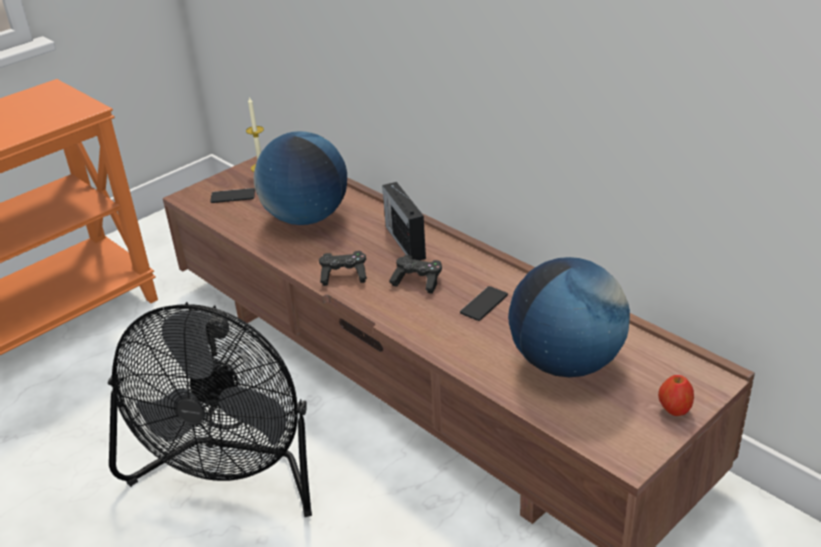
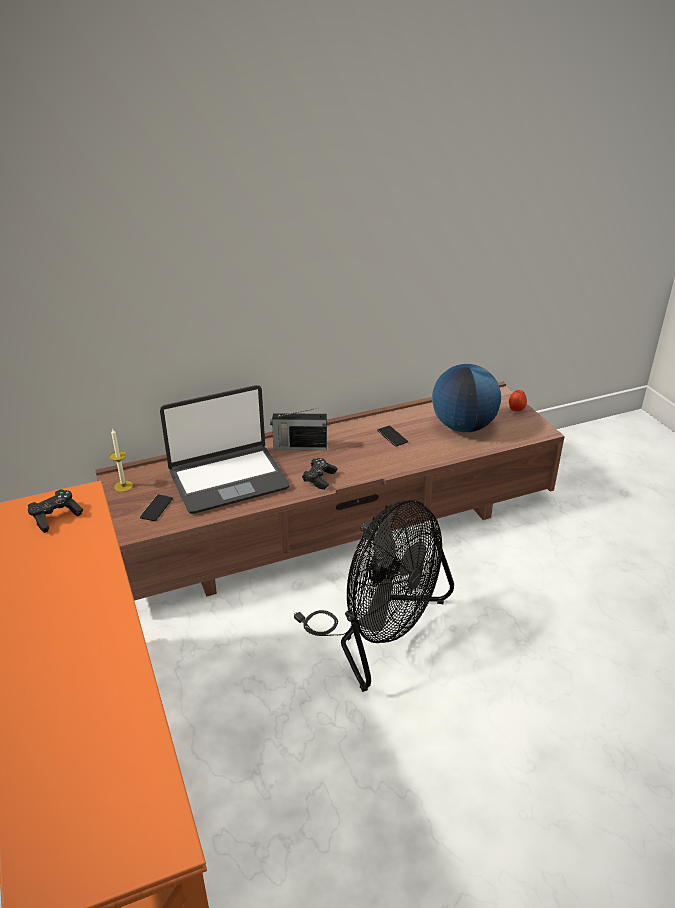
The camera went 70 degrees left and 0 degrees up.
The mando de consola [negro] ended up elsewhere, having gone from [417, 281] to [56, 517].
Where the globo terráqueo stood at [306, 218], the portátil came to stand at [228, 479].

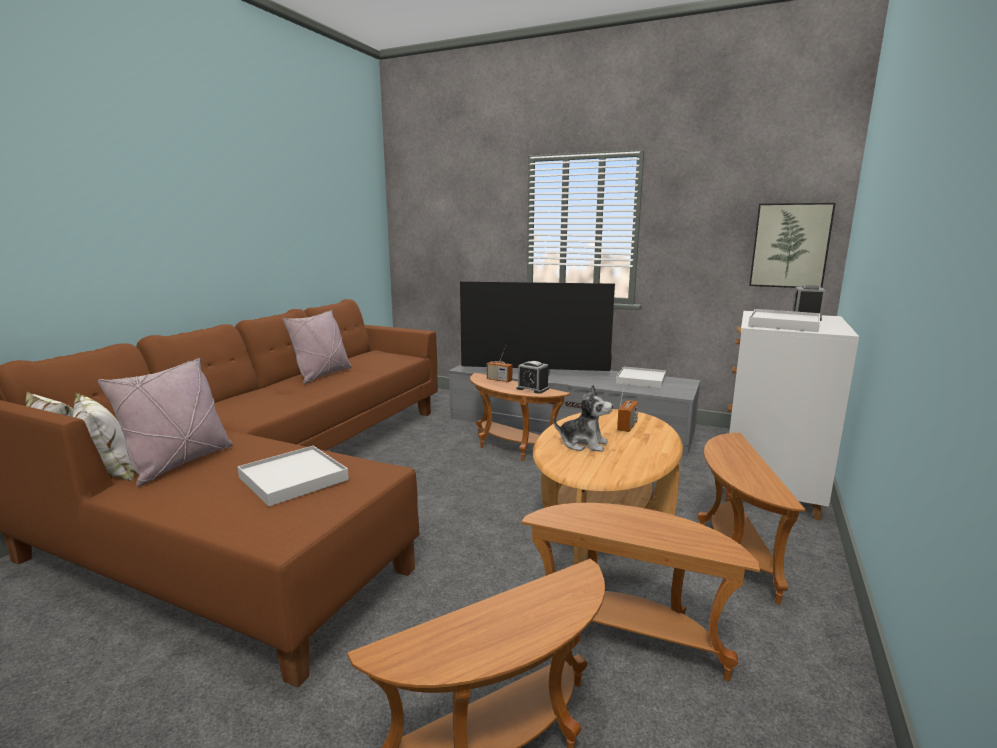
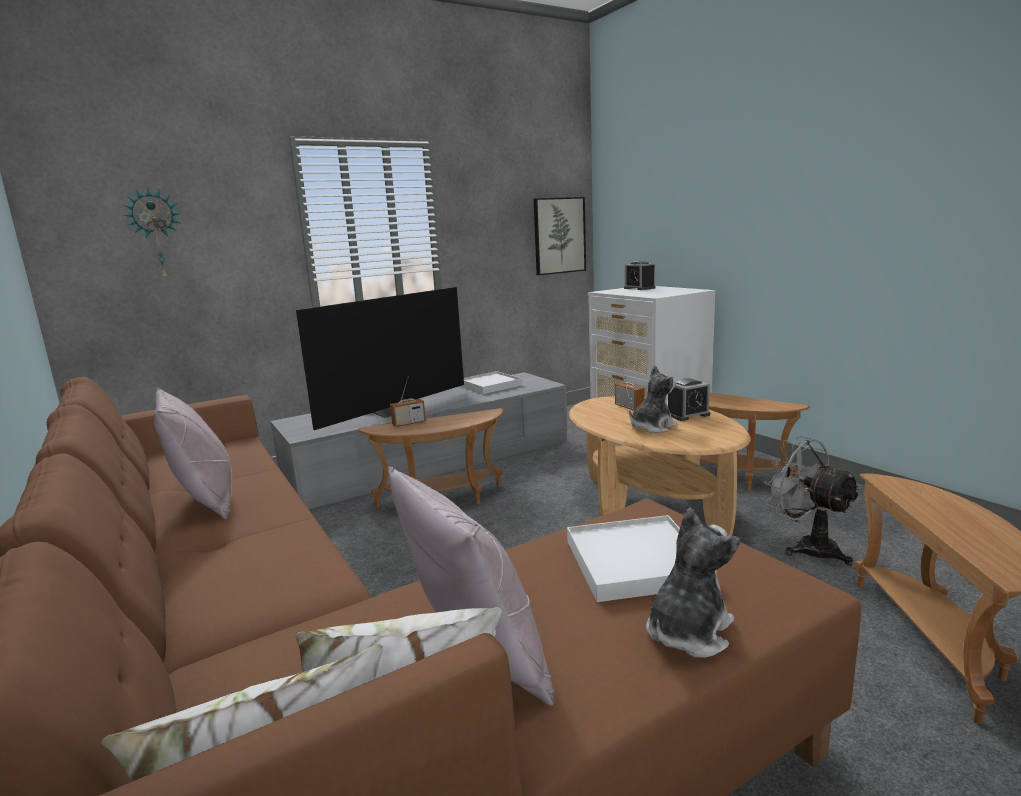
The camera went 55 degrees left and 0 degrees up.
The second view lost the bandeja [blanco] at [784, 324].
The second view gained the reloj de pared at [156, 235].
The second view gained the peluche at [687, 632].
The despertador ended up elsewhere, having gone from [532, 389] to [687, 415].
Where the mesa auxiliar [marrón] stood at [627, 635], the ventilador [gris] came to stand at [807, 547].

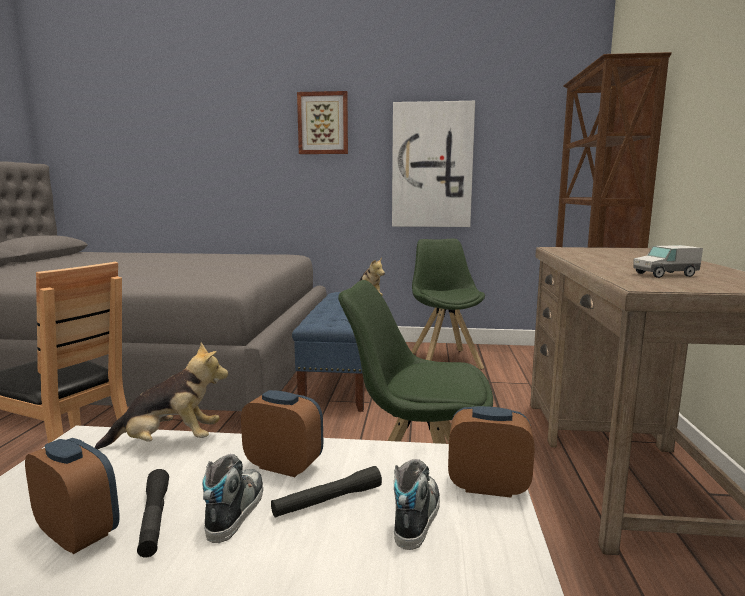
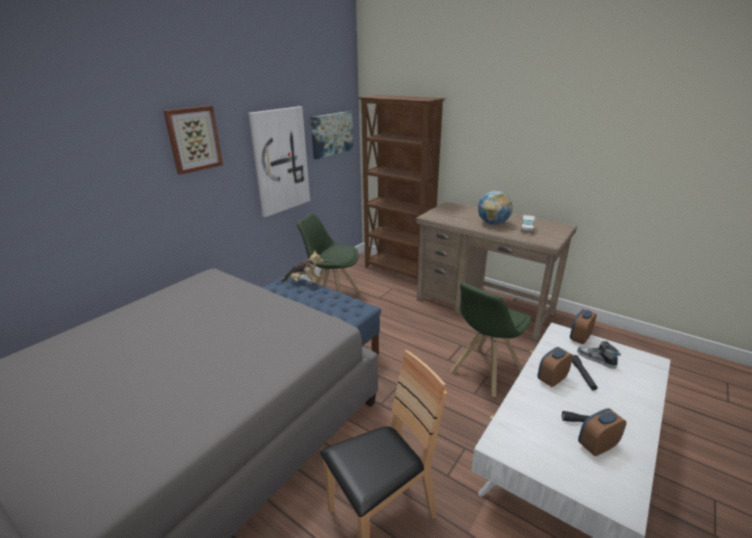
The camera went 60 degrees left and 15 degrees up.
The second view lost the peluche at [168, 443].
The second view lost the zapato at [235, 509].
The second view gained the cuadro at [332, 134].
The second view gained the globo terráqueo at [493, 223].

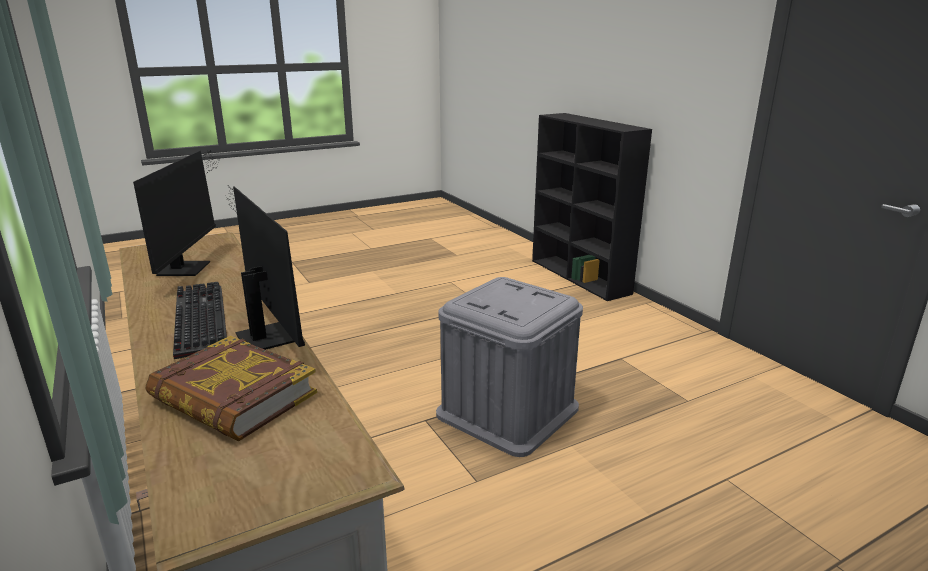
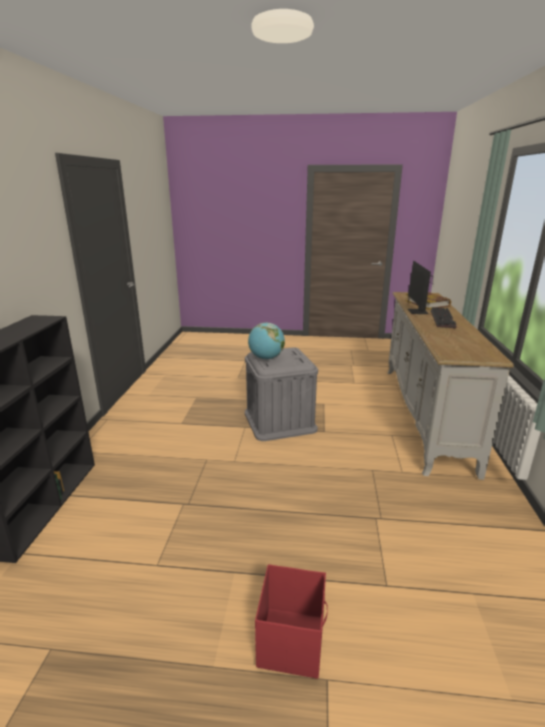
The camera went 145 degrees left and 0 degrees up.
The second view lost the monitor at [189, 266].
The second view gained the globo terráqueo at [266, 358].
The second view gained the caja de almacenaje [rojo] at [292, 641].

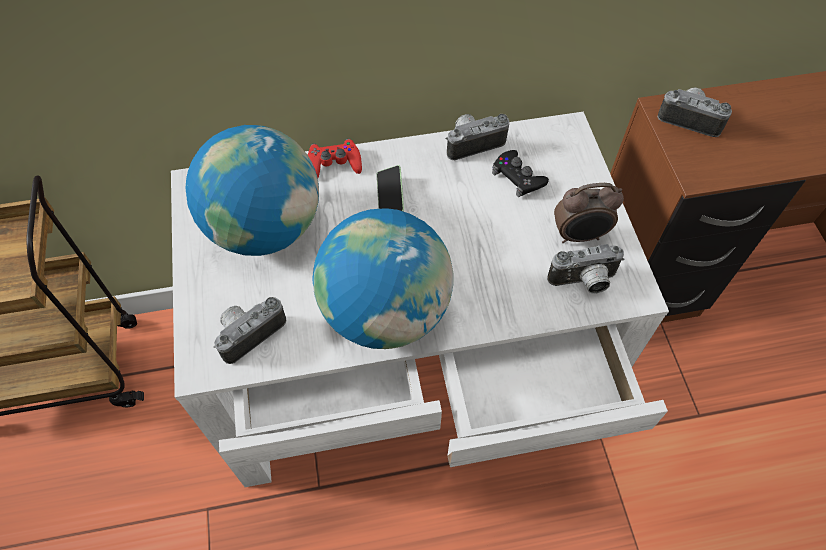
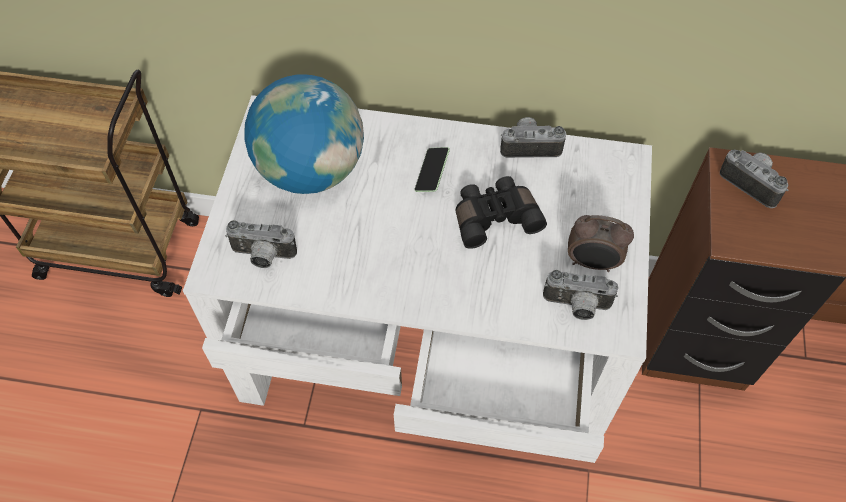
The camera went 20 degrees right and 0 degrees up.
The second view lost the mando de consola [rojo] at [334, 163].
The second view lost the globo terráqueo at [386, 311].
The second view lost the mando de consola [negro] at [518, 177].
The second view gained the prismáticos [negro] at [495, 217].
The cámara at [249, 332] ended up facing another way, 150 degrees counterclockwise from before.

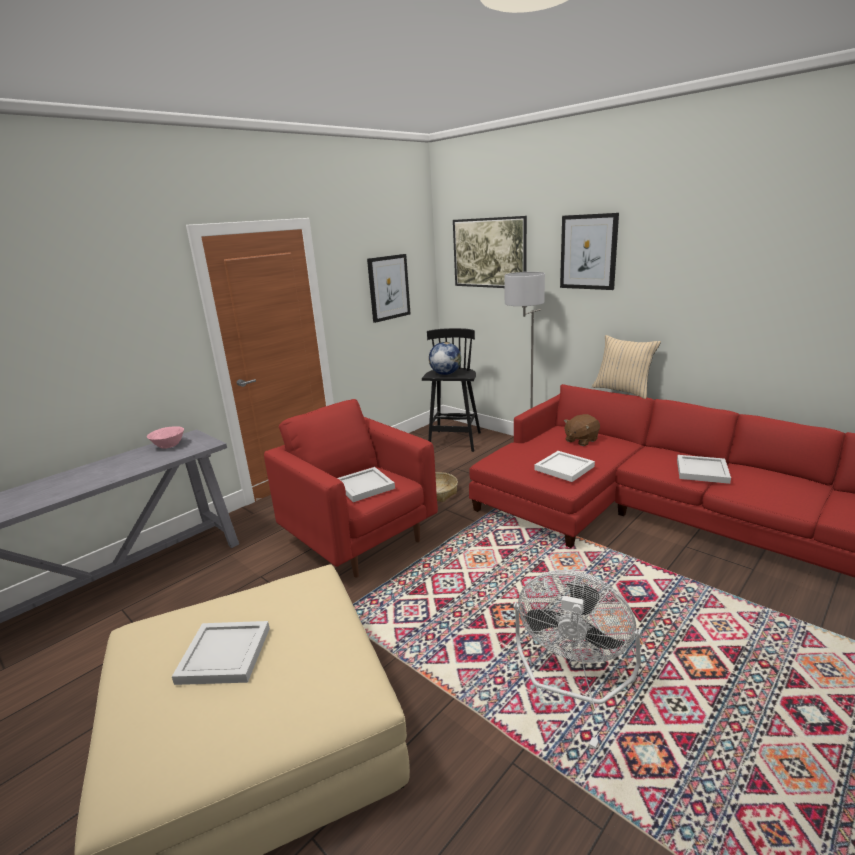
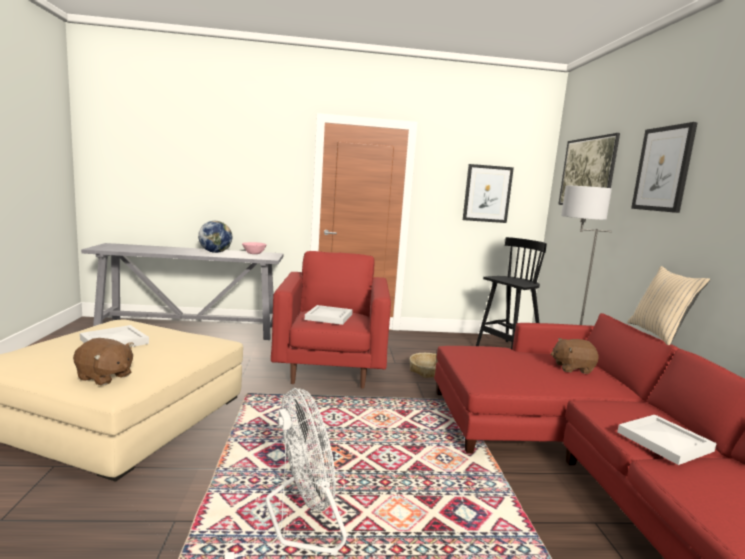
The camera went 40 degrees right and 10 degrees down.
The second view lost the bandeja [blanco] at [563, 468].
The second view gained the peluche [marrón] at [104, 377].
The globo terráqueo ended up elsewhere, having gone from [445, 374] to [215, 252].

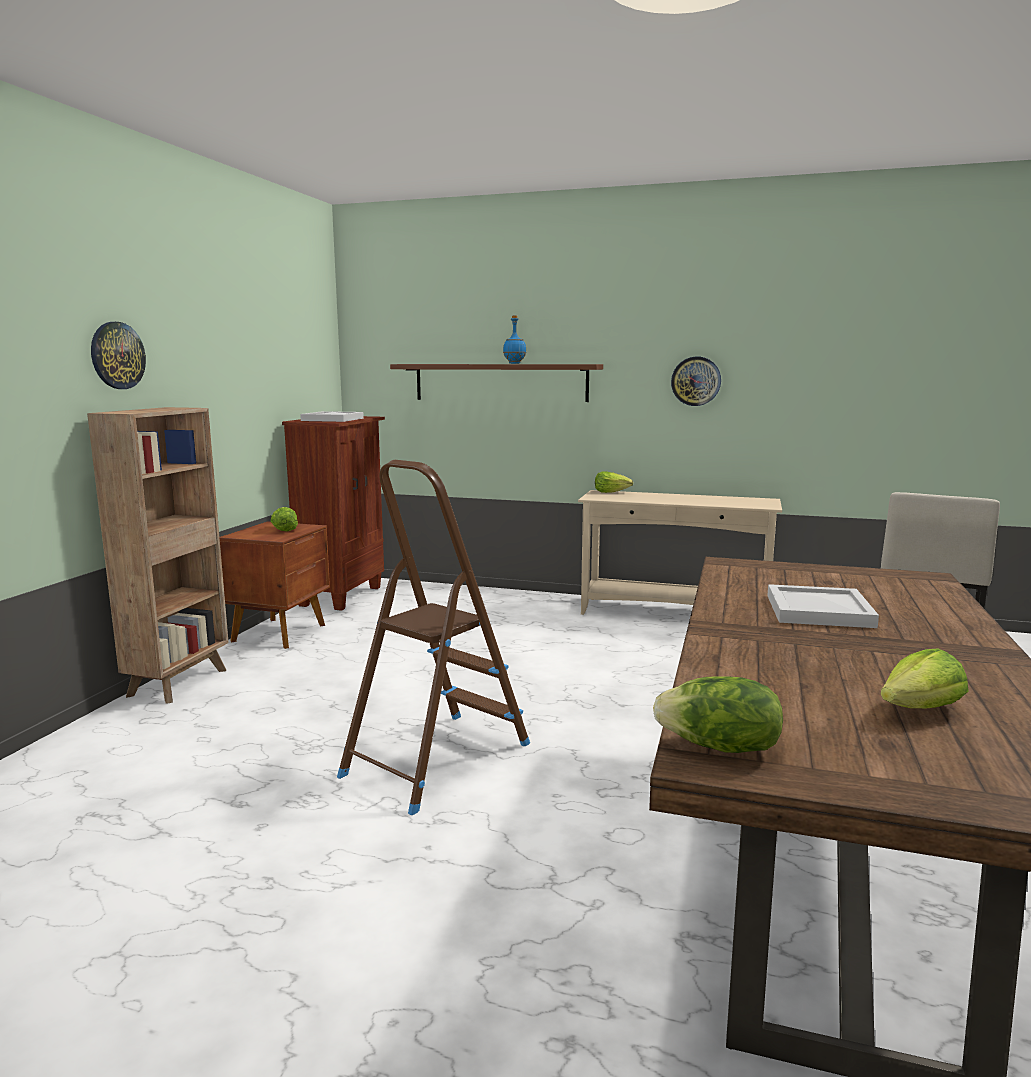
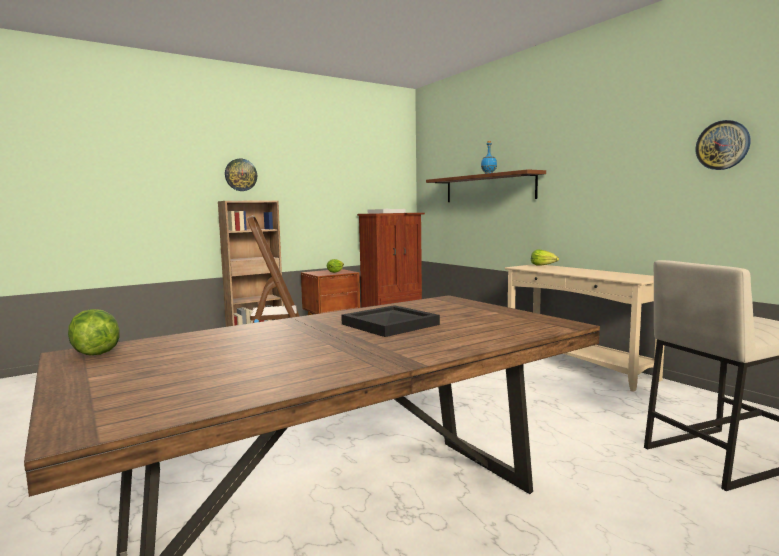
The camera went 40 degrees right and 5 degrees down.
The second view lost the lechuga at [920, 709].
The reloj de pared ended up elsewhere, having gone from [696, 381] to [722, 145].
What was the bandeja [blanco] at [820, 611] turned into the bandeja [negro] at [390, 325].

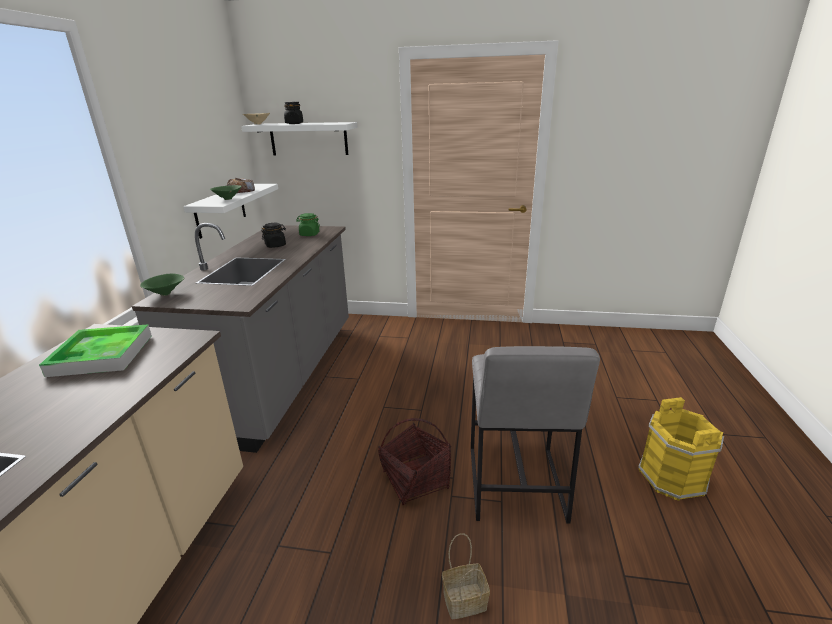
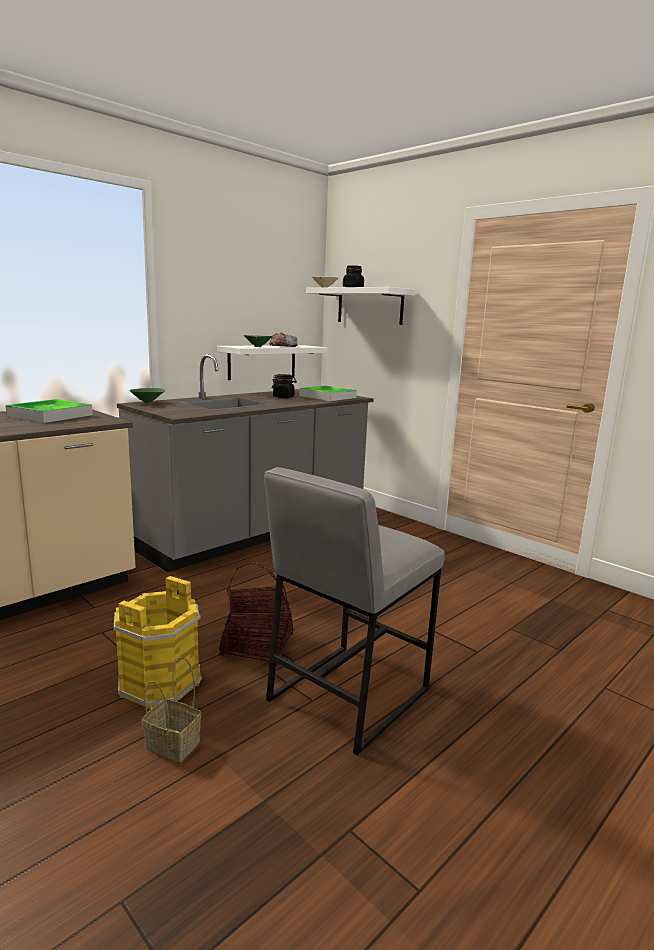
The camera went 35 degrees right and 10 degrees down.
The cubo [amarillo] ended up elsewhere, having gone from [672, 477] to [160, 683].
Where the tarro [verde] stood at [309, 234], the bandeja came to stand at [327, 397].

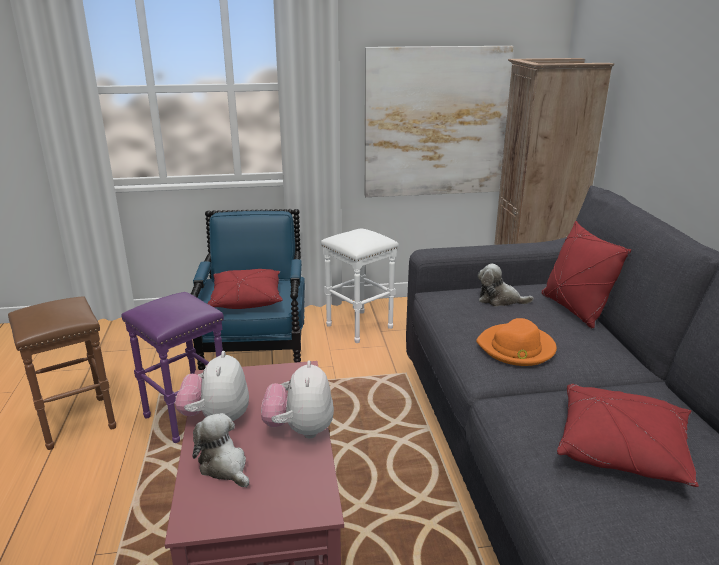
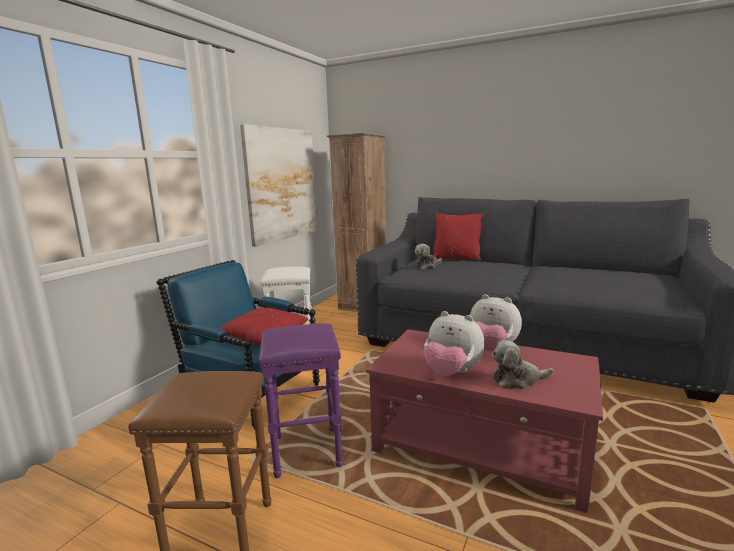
The camera went 55 degrees left and 10 degrees down.
The second view lost the sombrero [naranja] at [516, 348].
The second view lost the cojín [rojo] at [621, 449].

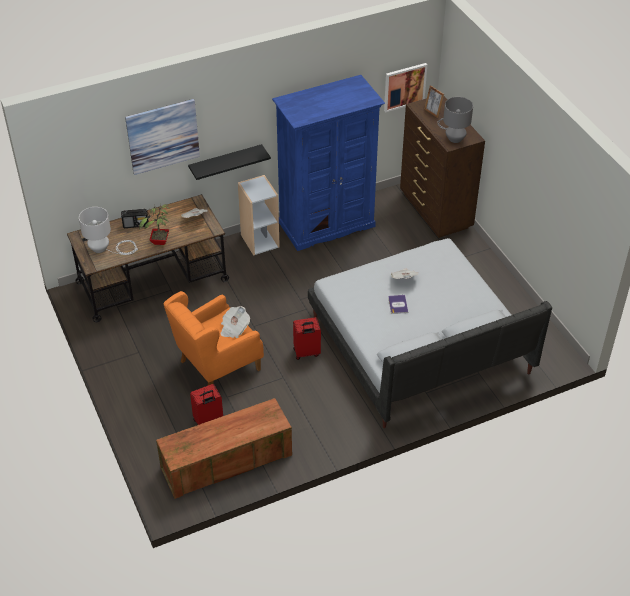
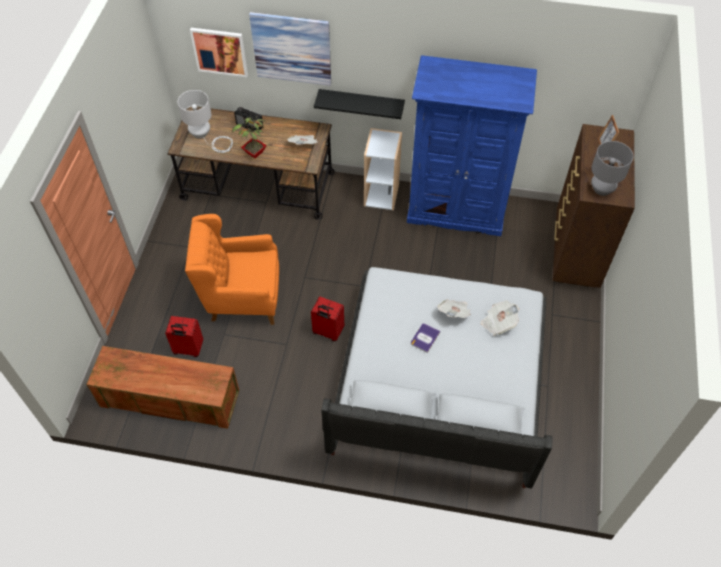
The camera went 35 degrees right and 10 degrees up.
The periódico ended up elsewhere, having gone from [234, 328] to [498, 323].
The cuadro ended up elsewhere, having gone from [404, 86] to [220, 51].

